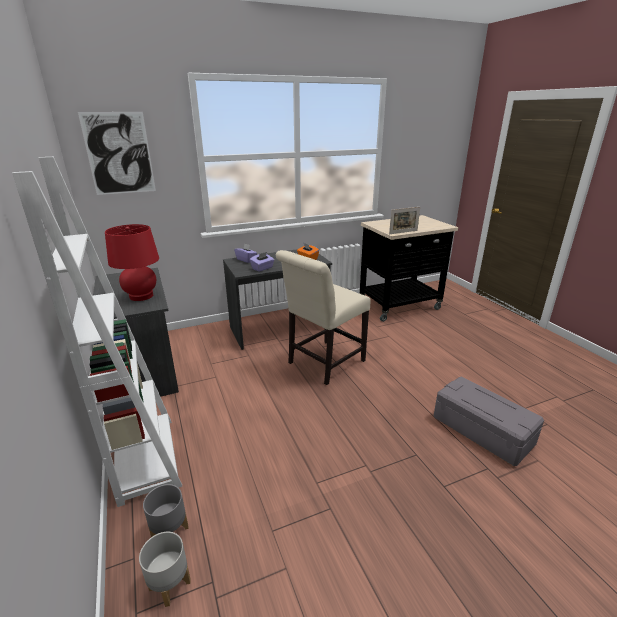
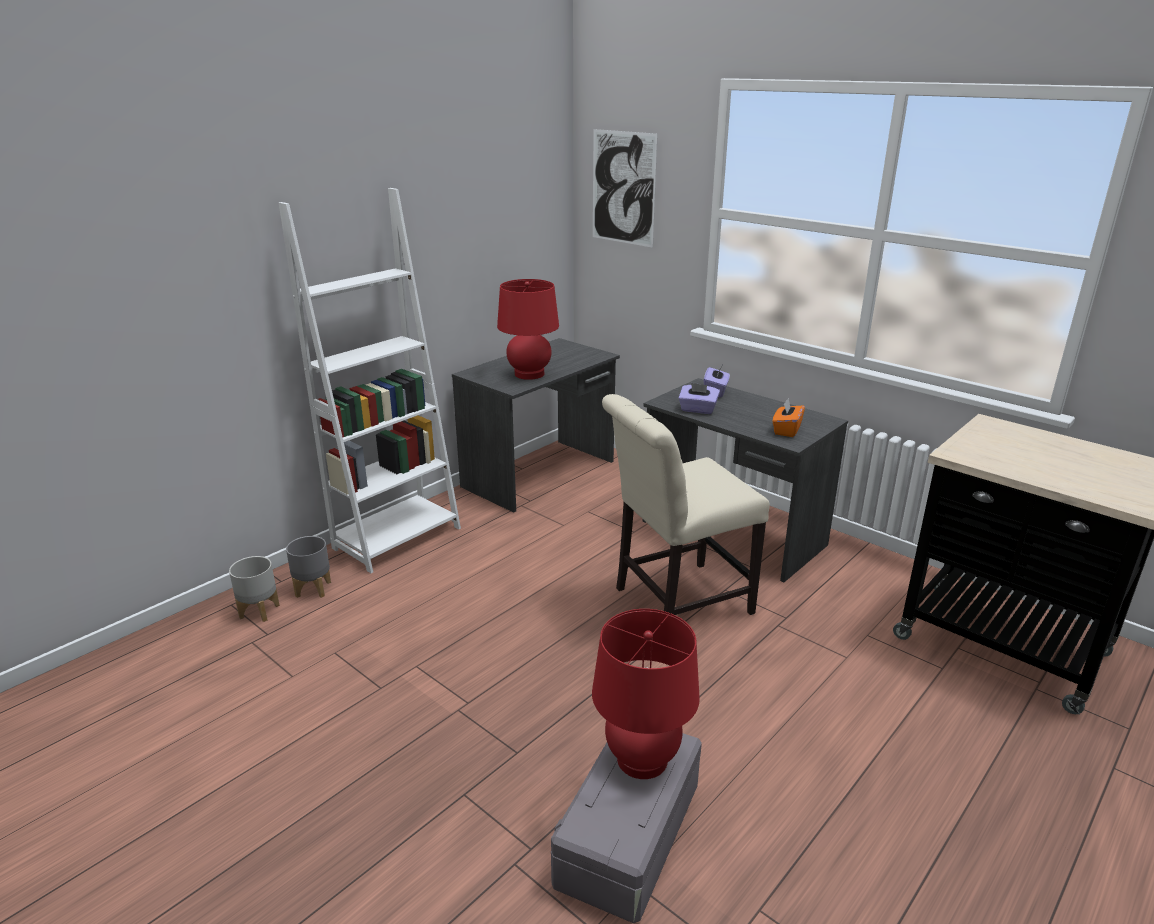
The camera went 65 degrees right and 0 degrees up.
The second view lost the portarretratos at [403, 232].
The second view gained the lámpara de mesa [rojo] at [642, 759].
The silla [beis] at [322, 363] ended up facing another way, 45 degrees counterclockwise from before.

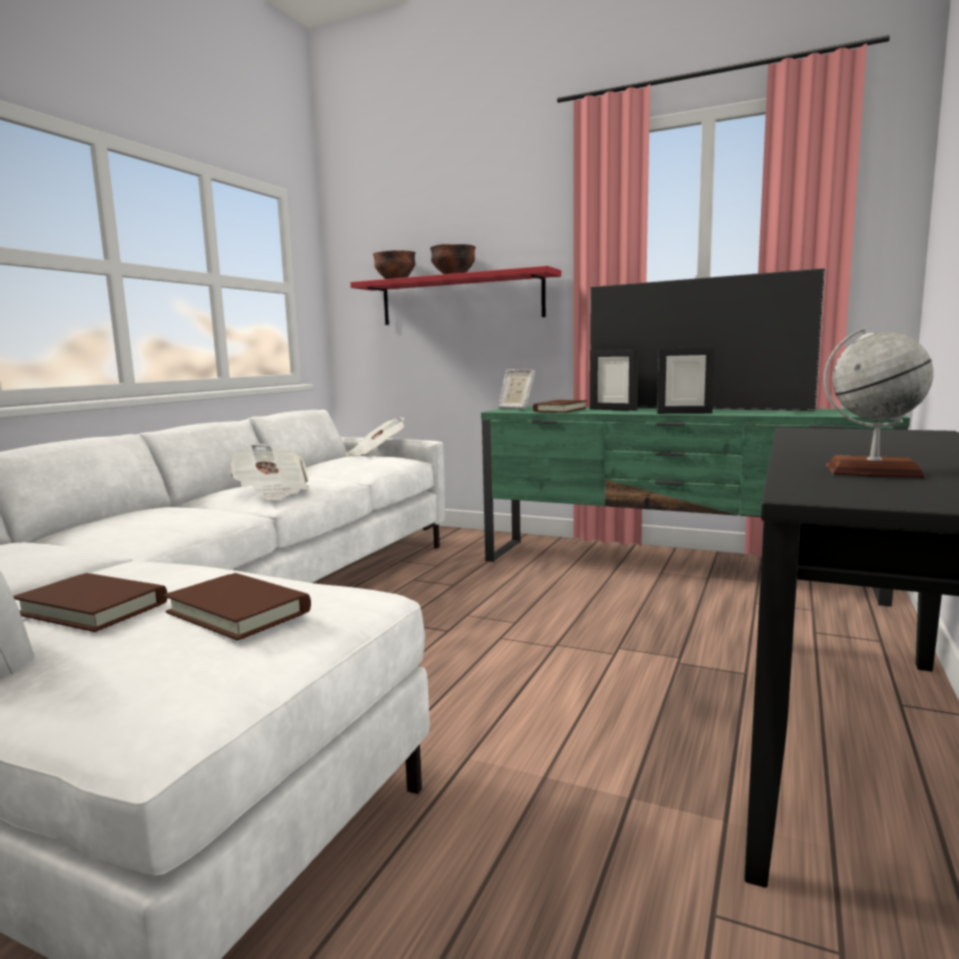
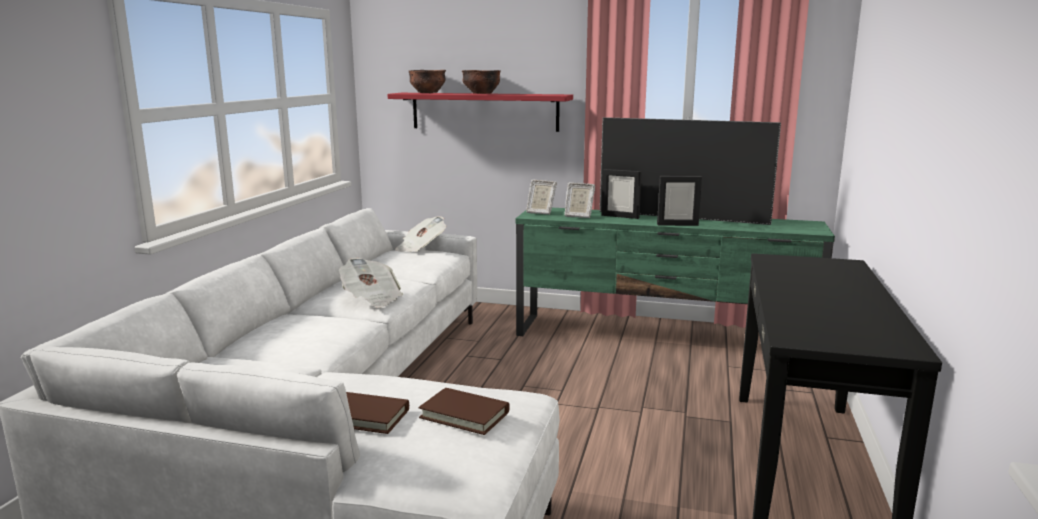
The camera went 10 degrees left and 5 degrees up.
The second view lost the globo terráqueo at [872, 471].
Where the libro [marrón] stood at [560, 410], the portarretratos came to stand at [578, 216].

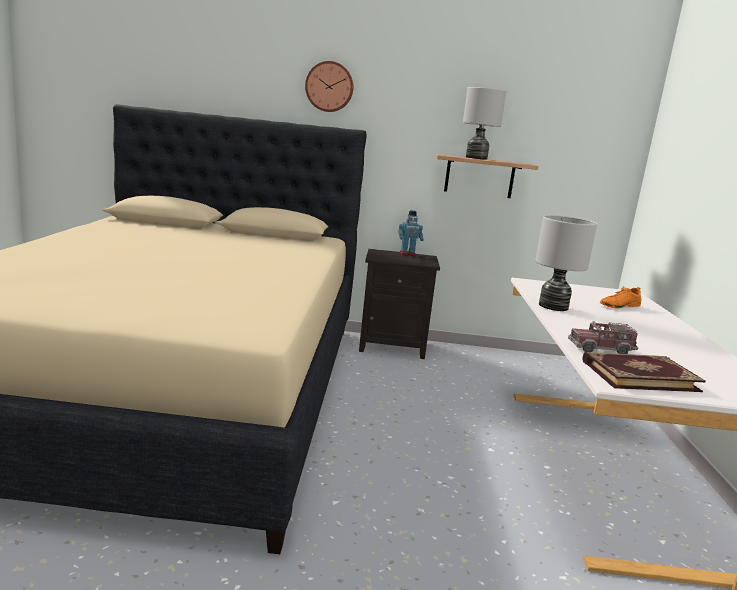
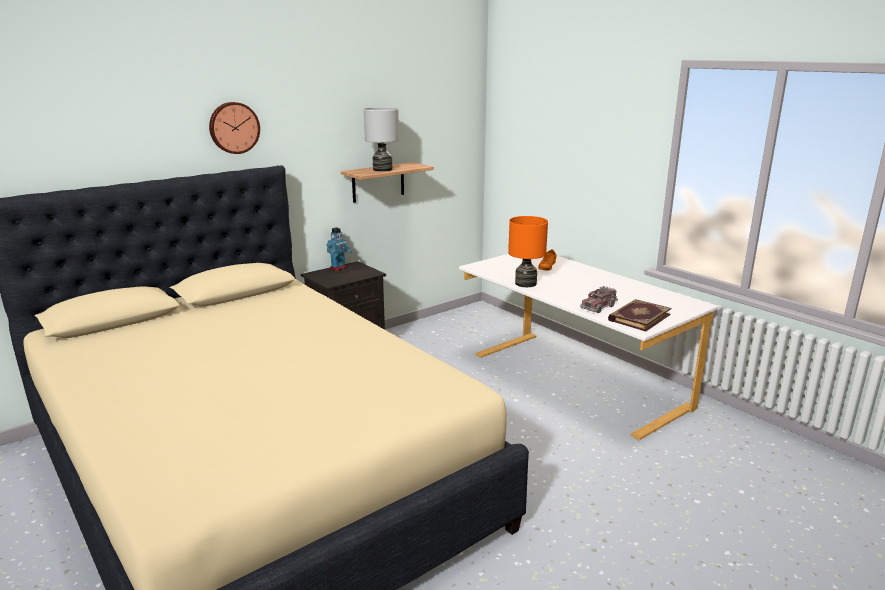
The camera went 40 degrees left and 5 degrees up.
What was the lámpara de mesa [gris] at [553, 306] turned into the lámpara de mesa [naranja] at [526, 284].

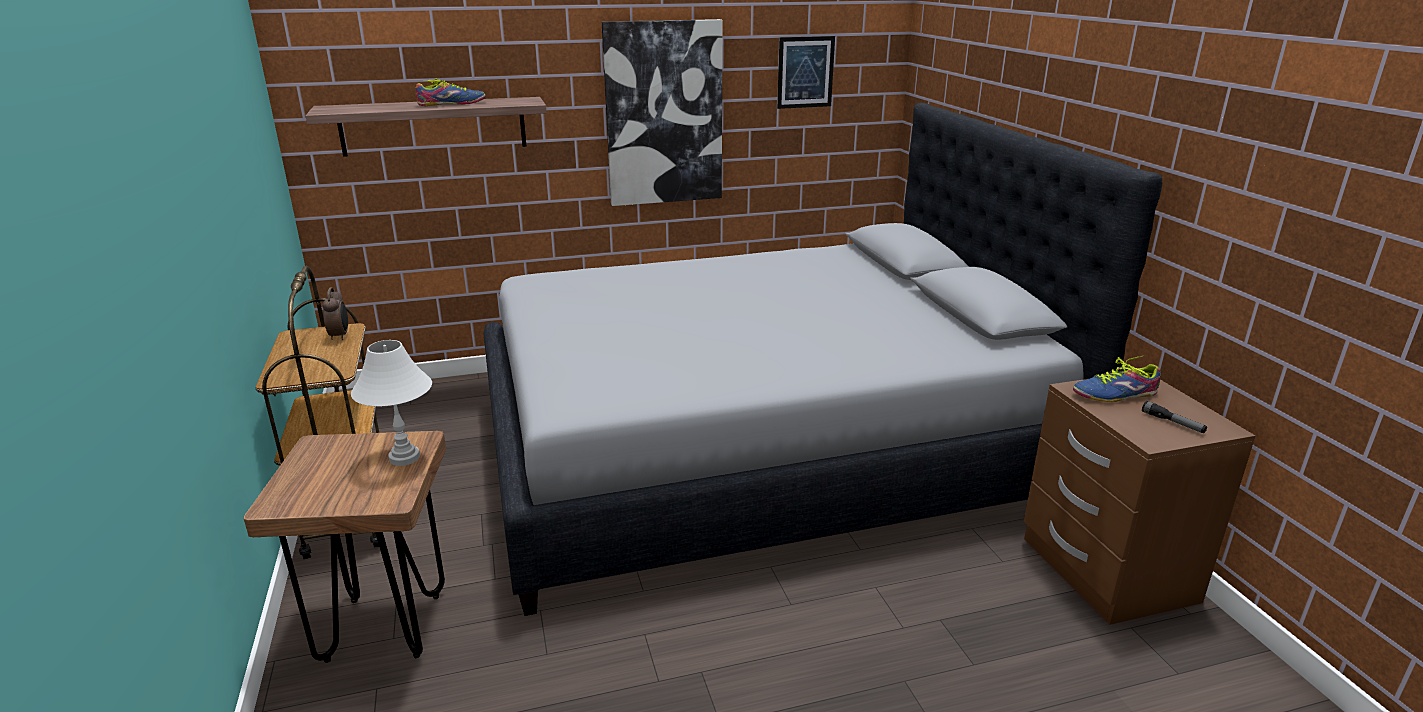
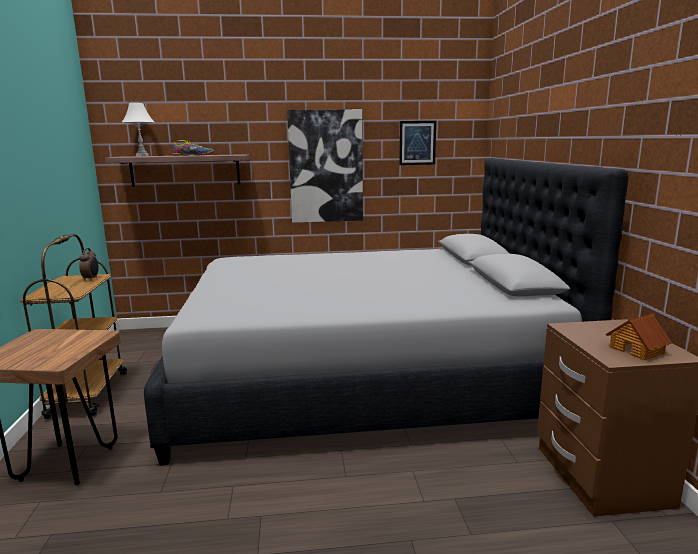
The camera went 10 degrees right and 10 degrees down.
The second view lost the zapato at [1115, 394].
The lámpara de mesa [blanco] ended up elsewhere, having gone from [404, 457] to [142, 156].
Where the linterna stood at [1172, 423], the casita came to stand at [637, 350].

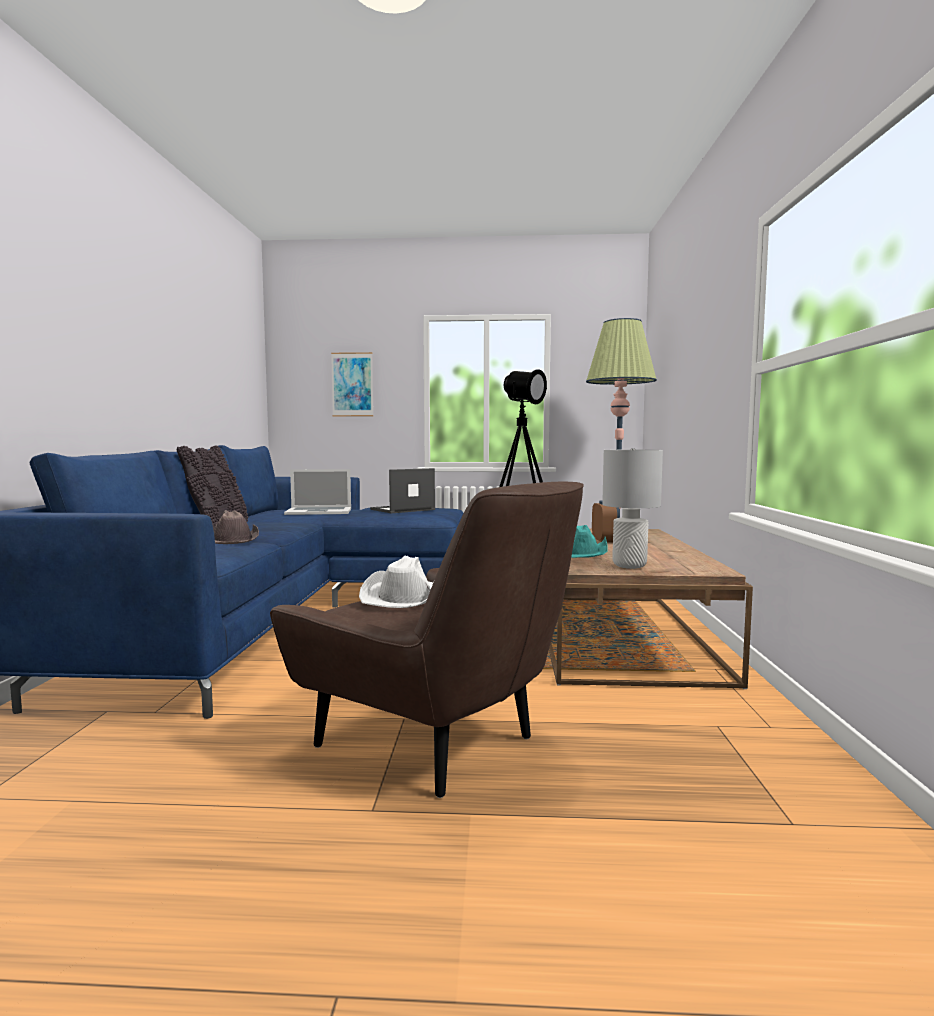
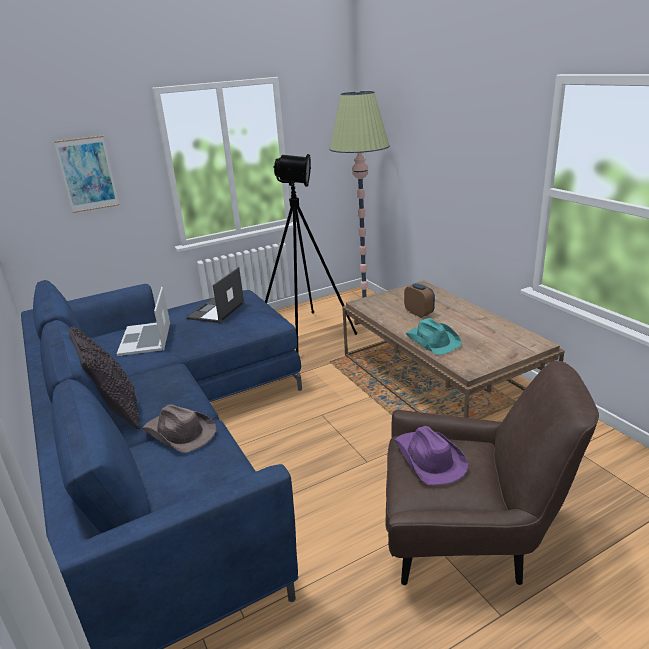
The camera went 30 degrees left and 20 degrees up.
The second view lost the lámpara de mesa [gris] at [629, 567].
What was the sombrero [blanco] at [404, 596] turned into the sombrero [morado] at [429, 459].
The portátil at [319, 511] ended up facing another way, 120 degrees clockwise from before.

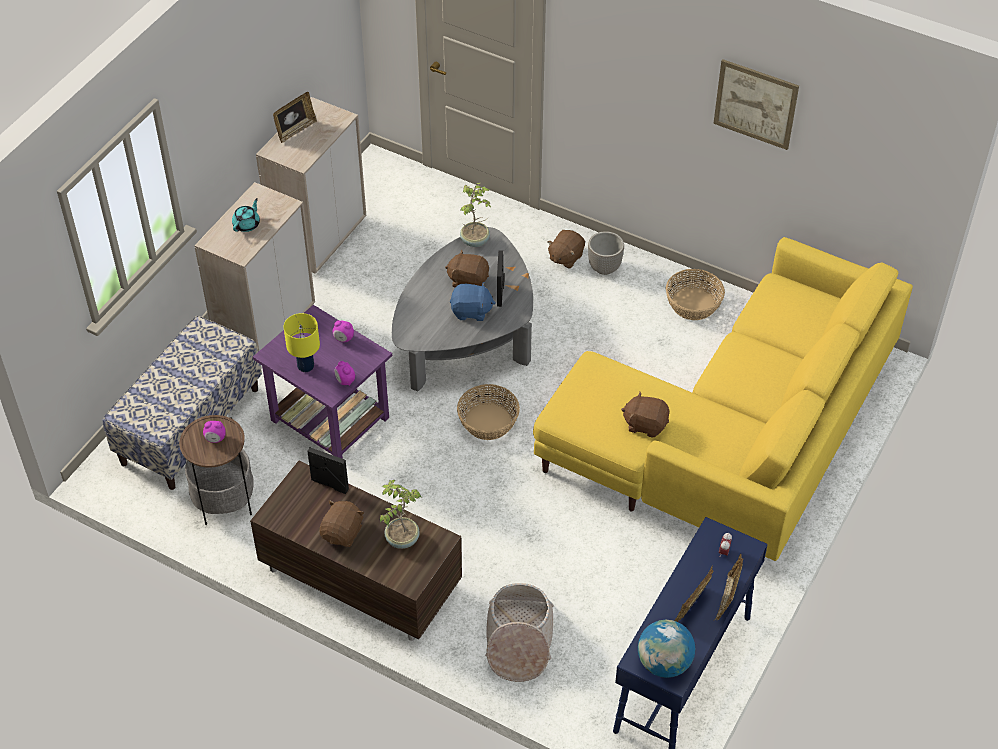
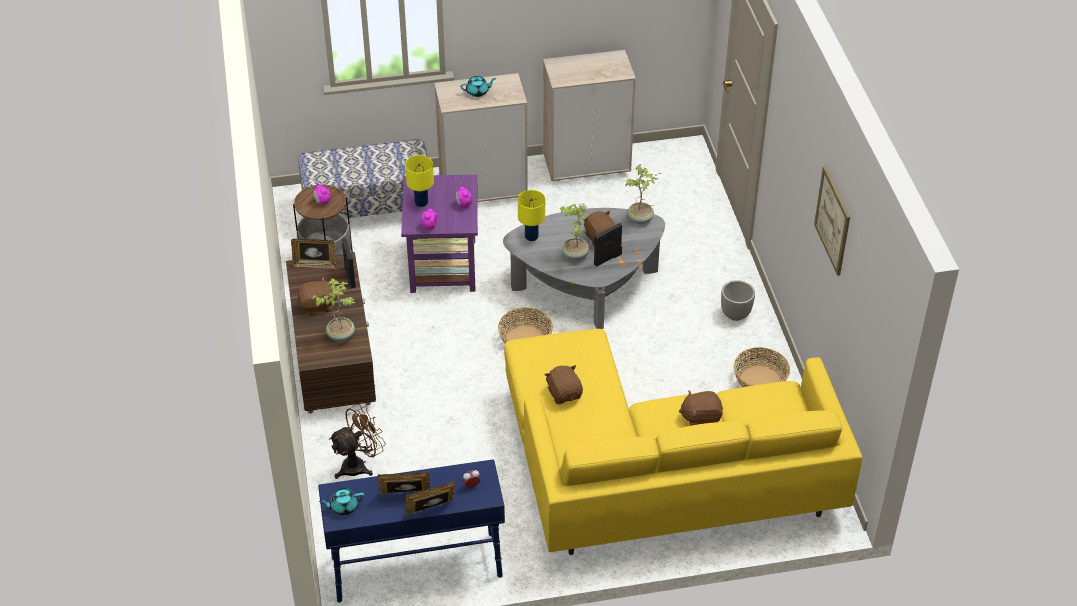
The camera went 50 degrees right and 5 degrees down.
The second view gained the lámpara de mesa [amarillo] at [532, 237].
The portarretratos ended up elsewhere, having gone from [295, 130] to [315, 265].
The peluche [marrón] ended up elsewhere, having gone from [565, 257] to [700, 417].
Where the peluche [azul] stood at [471, 311], the planta en maceta came to stand at [574, 255].
Where the cesta stood at [518, 641], the ventilador [marrón] came to stand at [359, 465].
Where the globo terráqueo stood at [664, 663], the tetera [turquesa] came to stand at [343, 507].

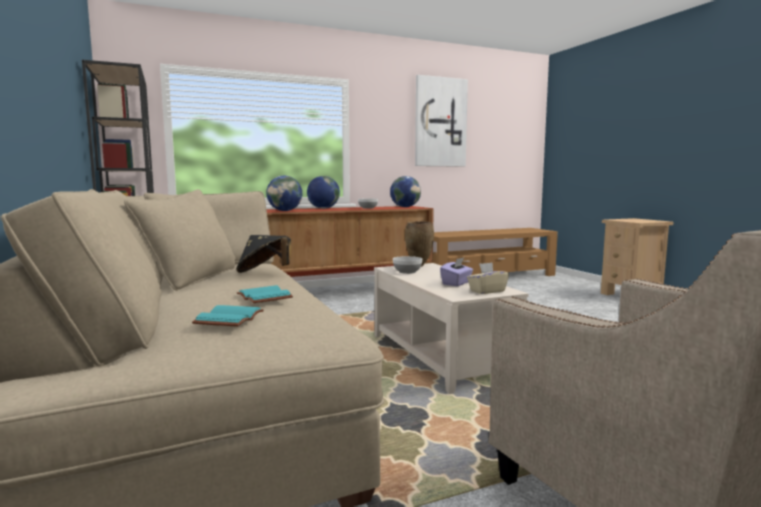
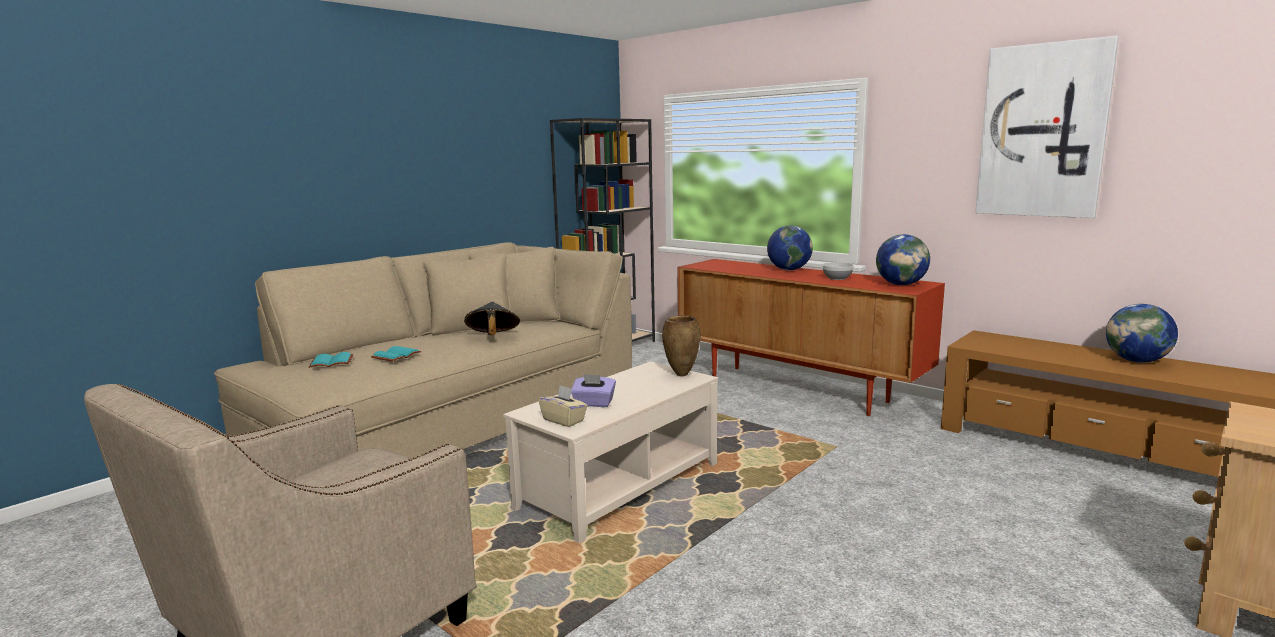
The camera went 65 degrees right and 5 degrees up.
The second view lost the cuenco at [407, 271].
The globo terráqueo ended up elsewhere, having gone from [285, 211] to [1137, 361].

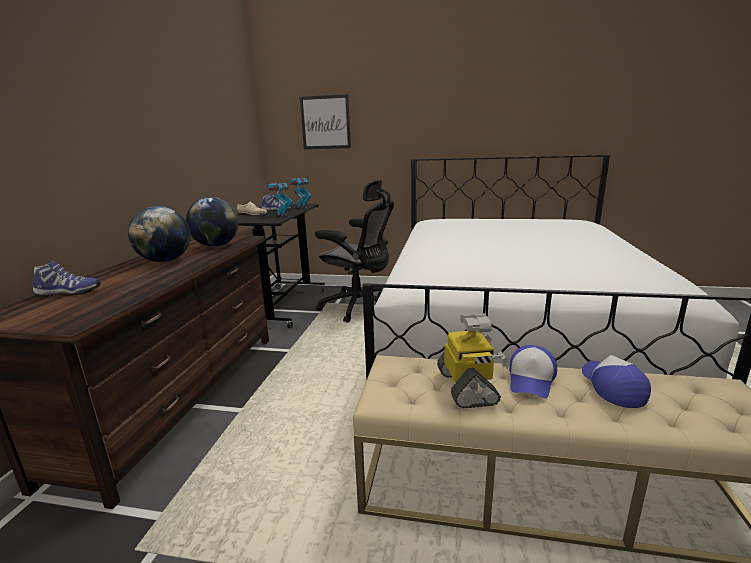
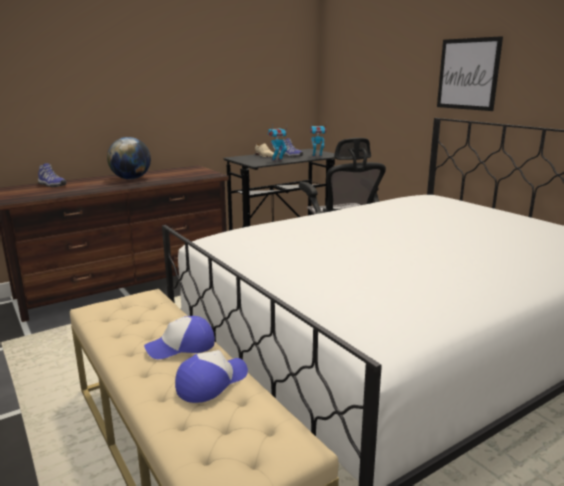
The camera went 45 degrees right and 0 degrees up.
The second view lost the globo terráqueo at [216, 245].
The second view lost the robot de juguete at [468, 387].
The cuadro ended up elsewhere, having gone from [325, 122] to [468, 74].

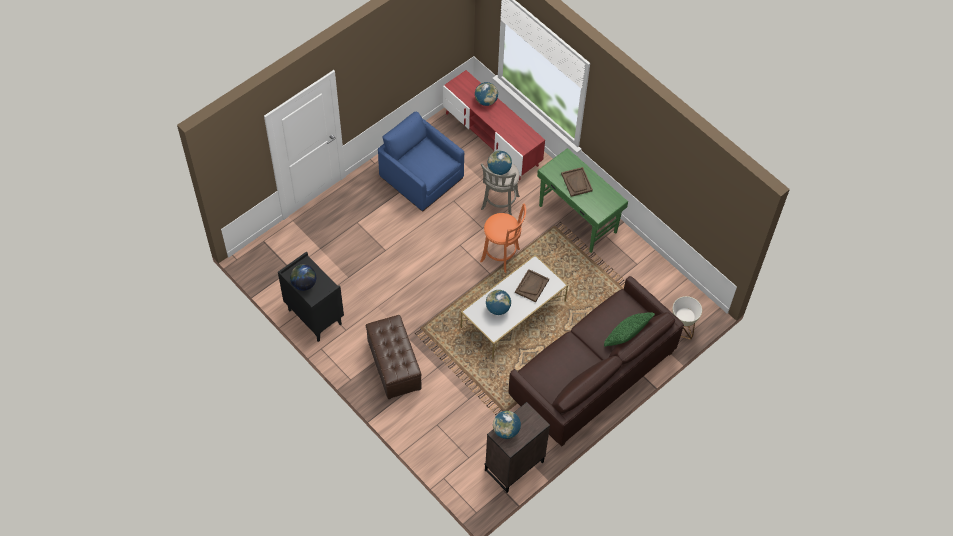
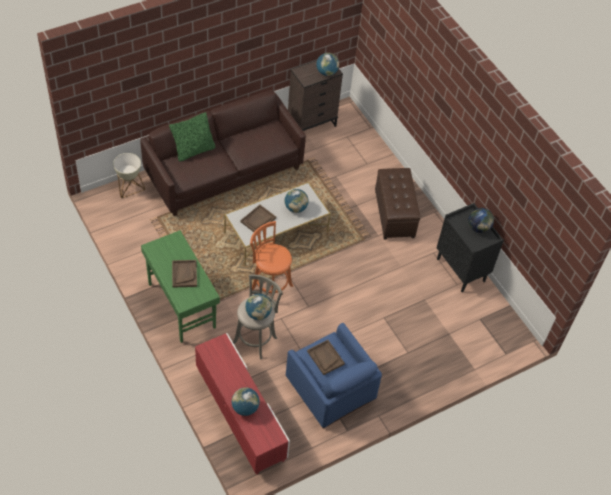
The camera went 170 degrees left and 5 degrees down.
The second view gained the bandeja [marrón] at [325, 358].

